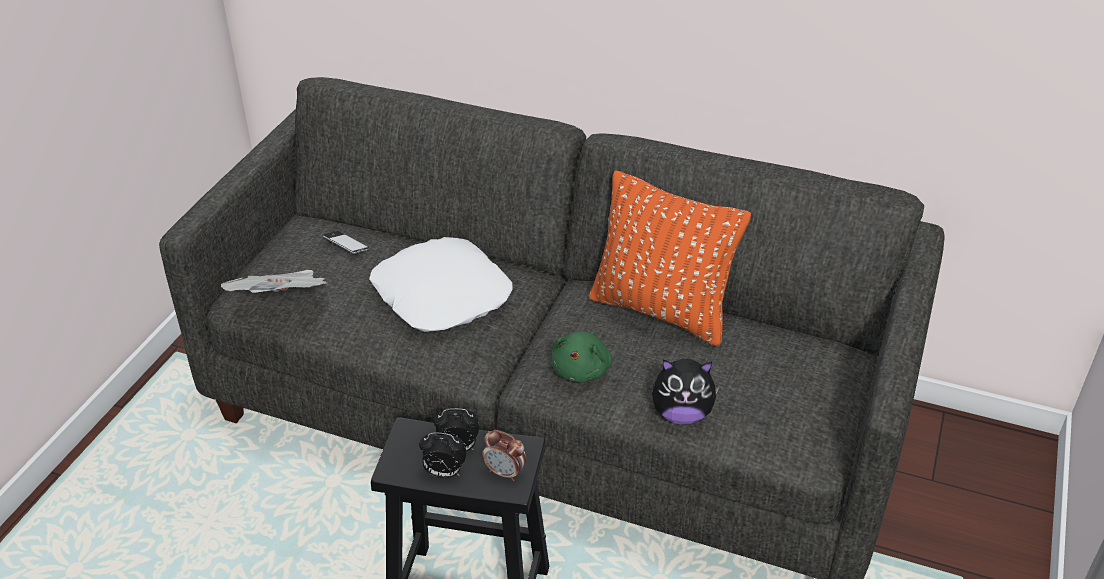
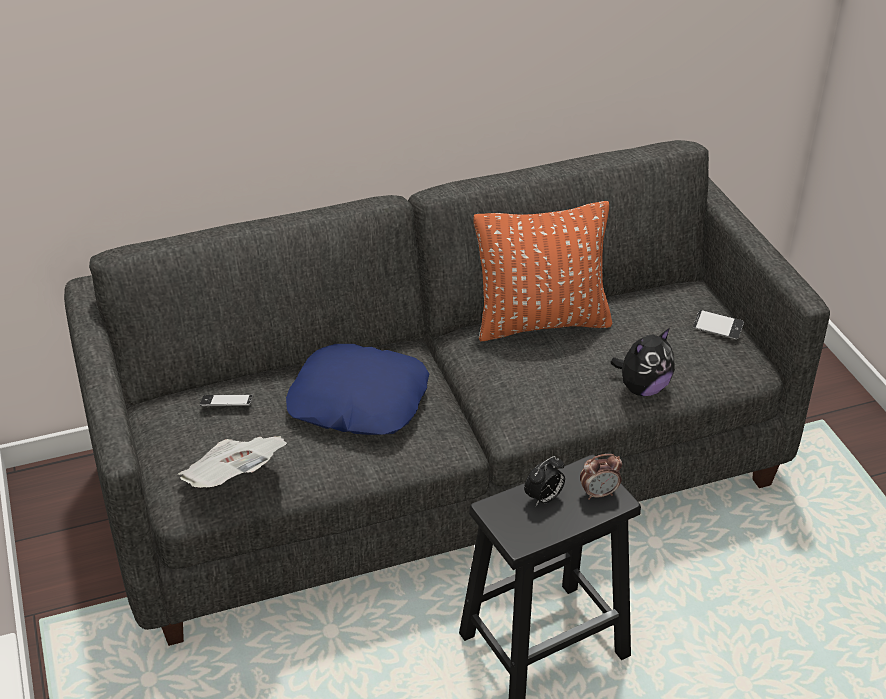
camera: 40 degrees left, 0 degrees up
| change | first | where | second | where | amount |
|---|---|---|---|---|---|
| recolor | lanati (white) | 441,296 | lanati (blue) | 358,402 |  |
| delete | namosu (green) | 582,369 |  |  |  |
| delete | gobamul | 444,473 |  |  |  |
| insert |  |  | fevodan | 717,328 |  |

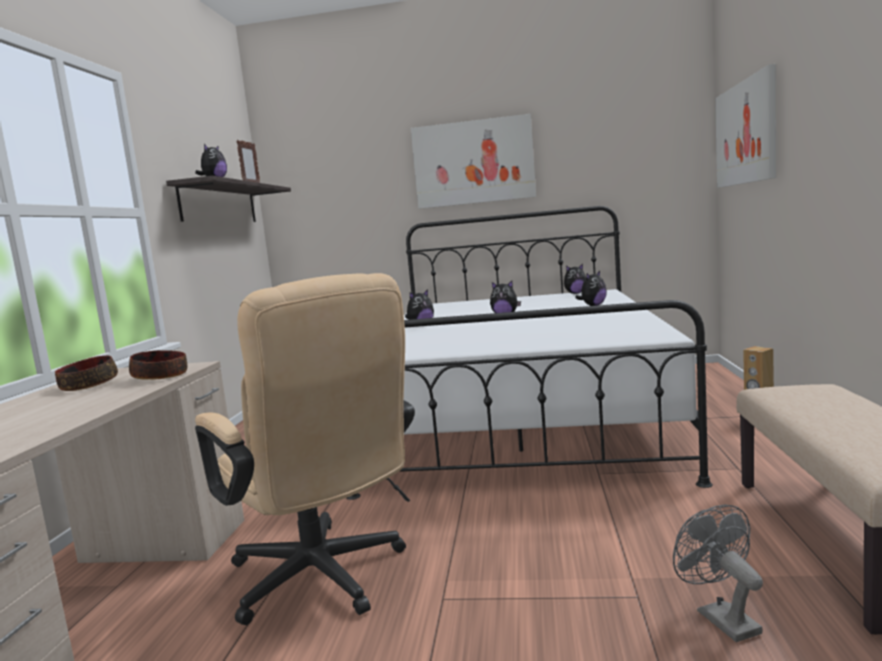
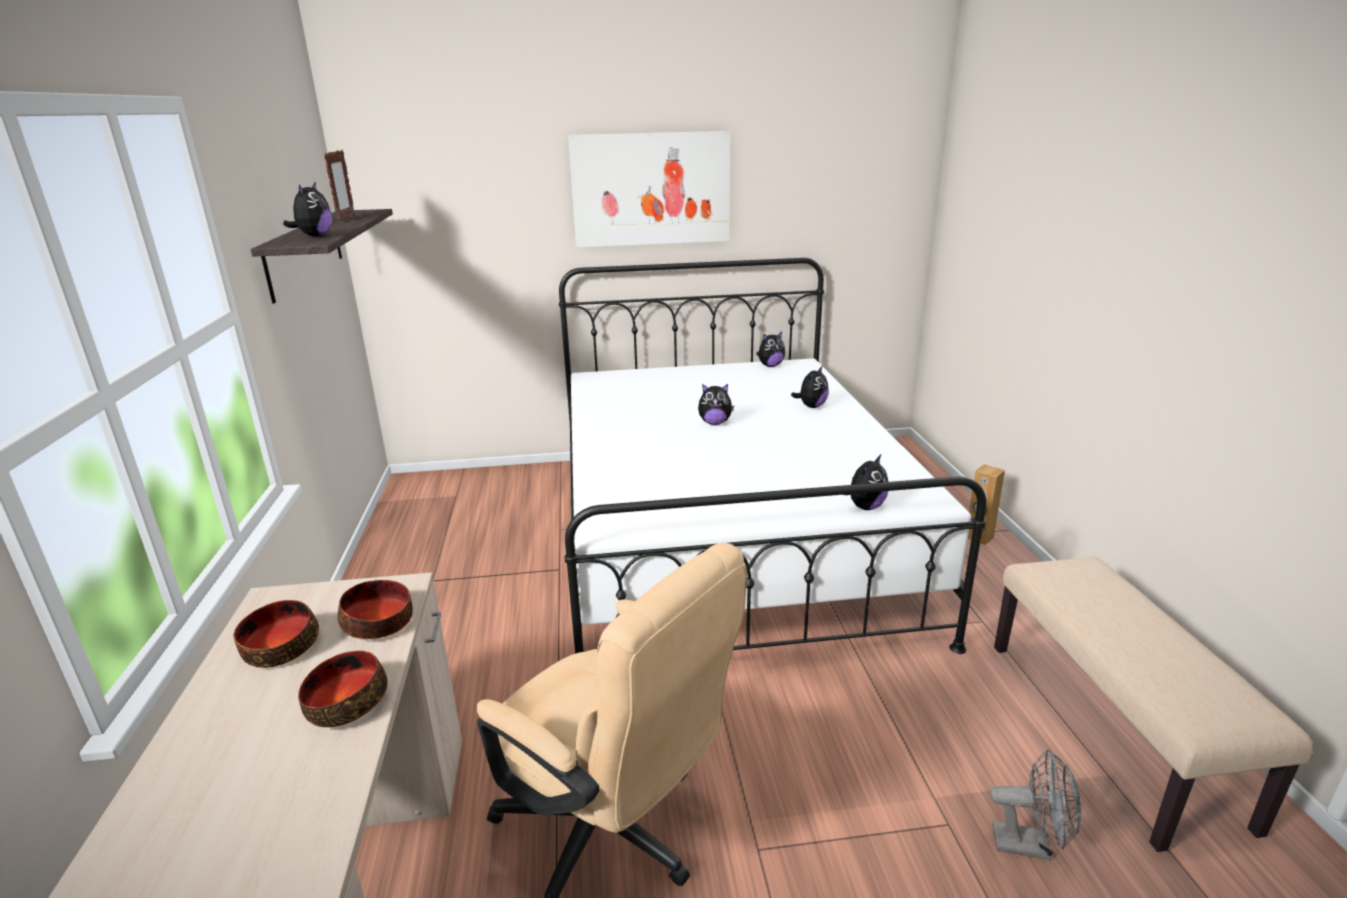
camera: 15 degrees left, 15 degrees up
| change | first | where | second | where | amount |
|---|---|---|---|---|---|
| delete | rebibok | 745,133 |  |  |  |
| move | namosu | 420,326 |  | 864,507 |  |
| rotate | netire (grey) | 720,617 |  | 1030,844 | 135 degrees clockwise |
| insert |  |  | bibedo | 347,702 |  |

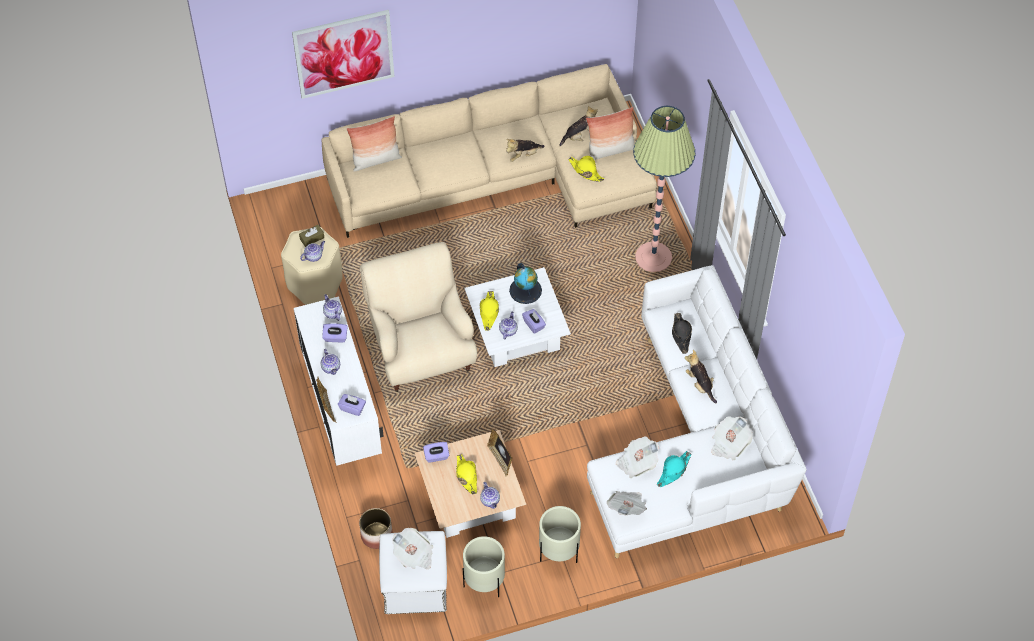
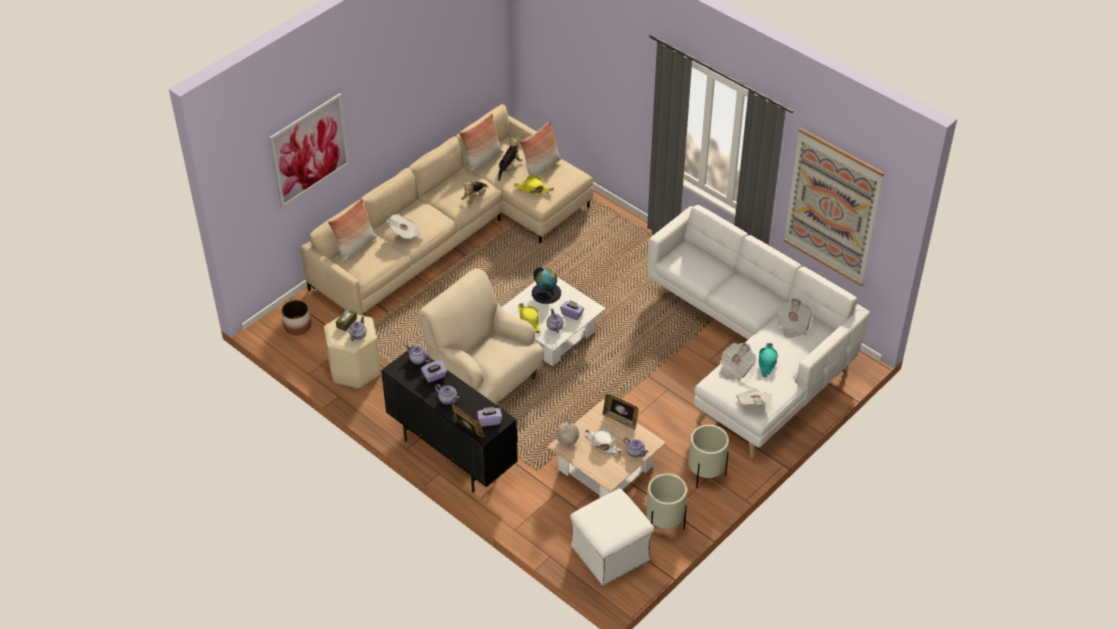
camera: 30 degrees left, 10 degrees down
| change | first | where | second | where | amount |
|---|---|---|---|---|---|
| delete | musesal | 653,257 |  |  |  |
| recolor | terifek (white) | 342,413 | terifek (black) | 452,455 |  |
| delete | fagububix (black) | 681,335 |  |  |  |
| delete | namosu | 700,384 |  |  |  |
| replace | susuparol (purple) | 436,456 | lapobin | 567,440 |  |
| recolor | fagububix (yellow) | 466,476 | fagububix (white) | 602,443 |  |
| move | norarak | 376,535 |  | 297,326 |  |
| move | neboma | 414,555 |  | 406,234 |  |
| insert |  |  | lanati | 483,160 |  |
| insert |  |  | rebibok | 832,207 |  |

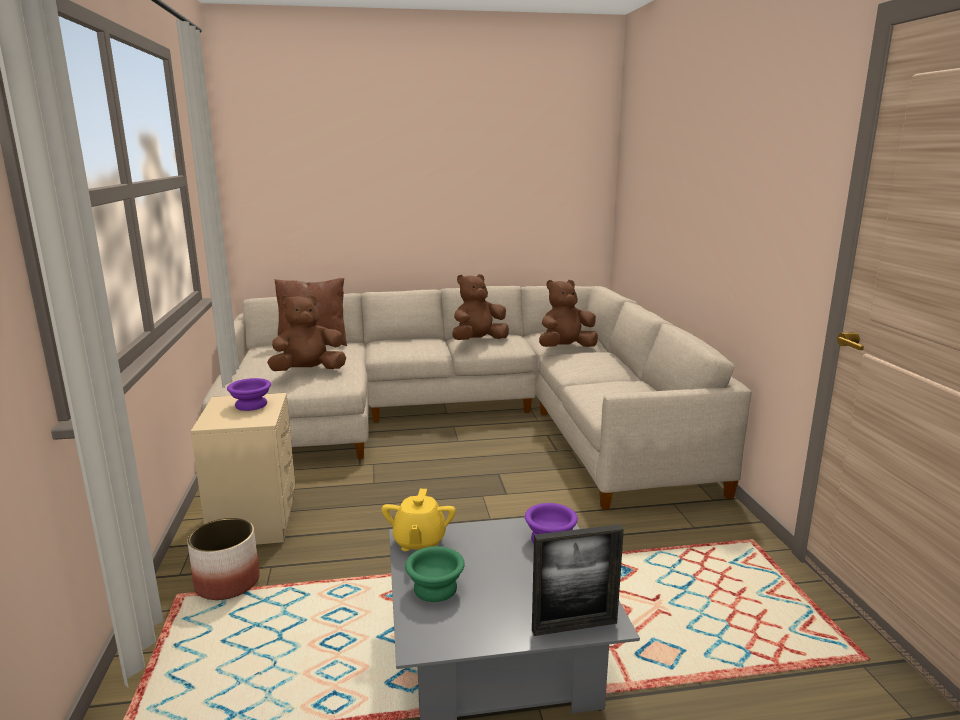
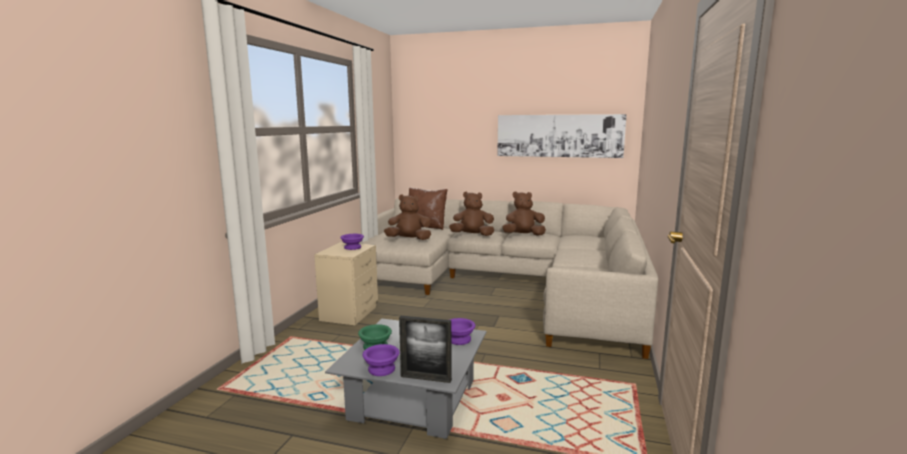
camera: 25 degrees right, 5 degrees down
| change | first | where | second | where | amount |
|---|---|---|---|---|---|
| move | namosu (brown) | 566,348 |  | 472,235 |  |
| delete | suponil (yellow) | 419,542 |  |  |  |
| delete | norarak | 228,583 |  |  |  |
| insert |  |  | rebibok | 559,136 |  |
| insert |  |  | bibedo (purple) | 381,369 |  |

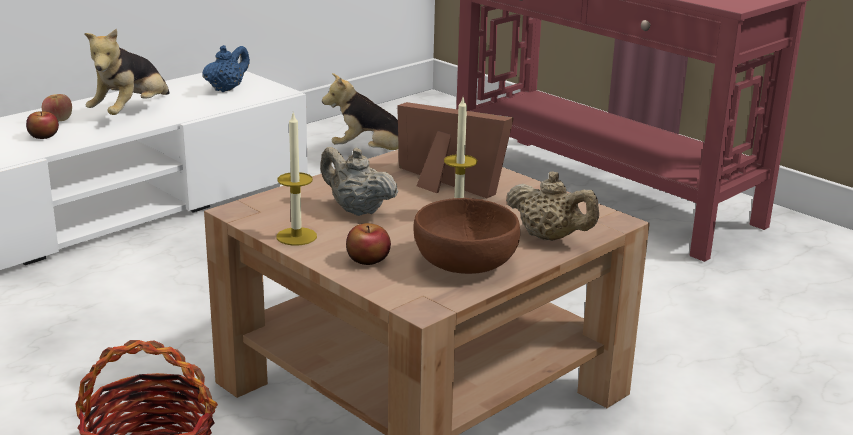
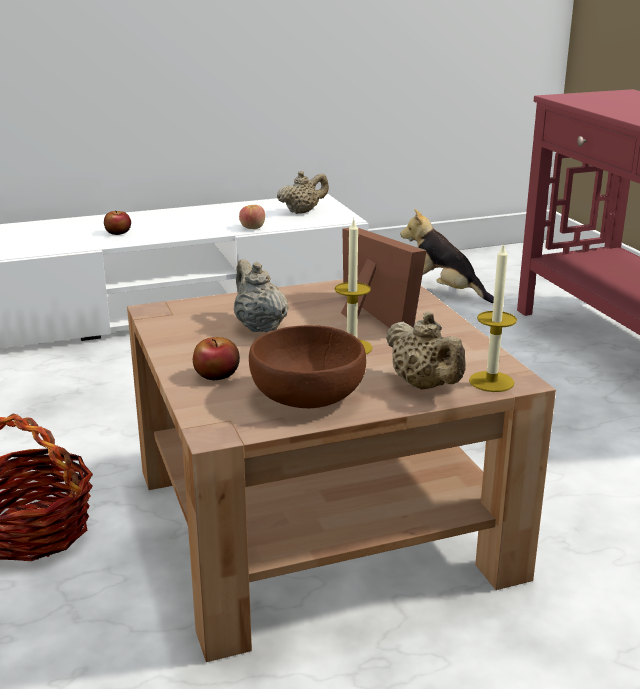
camera: 25 degrees right, 0 degrees up
| change | first | where | second | where | amount |
|---|---|---|---|---|---|
| delete | namosu | 131,112 |  |  |  |
| recolor | suponil (blue) | 227,89 | suponil (beige) | 302,211 |  |
| move | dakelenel | 58,120 |  | 252,228 |  |
| move | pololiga | 296,236 |  | 491,381 |  |

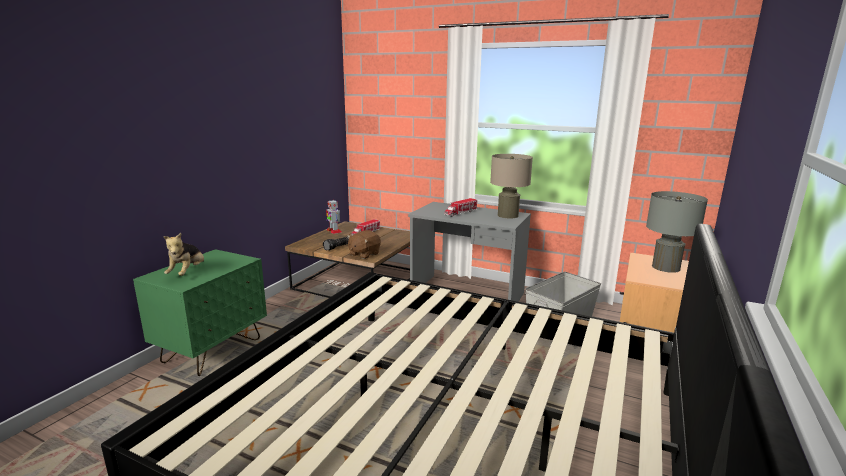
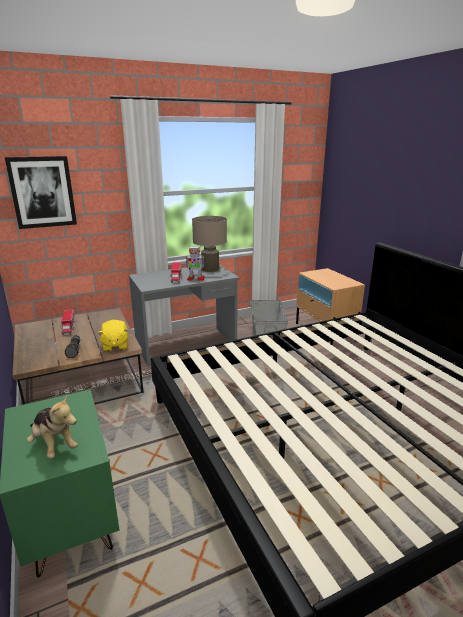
camera: 50 degrees left, 5 degrees up
| change | first | where | second | where | amount |
|---|---|---|---|---|---|
| delete | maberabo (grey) | 665,267 |  |  |  |
| move | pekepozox | 333,231 |  | 195,279 |  |
| recolor | namosu (brown) | 364,254 | namosu (yellow) | 115,346 |  |
| insert |  |  | rebibok | 42,192 |  |

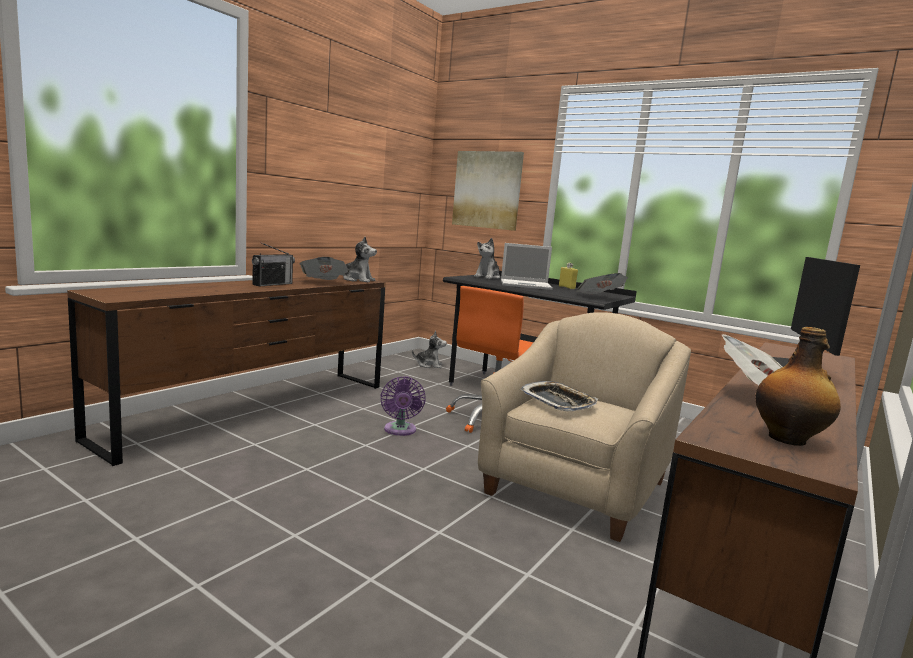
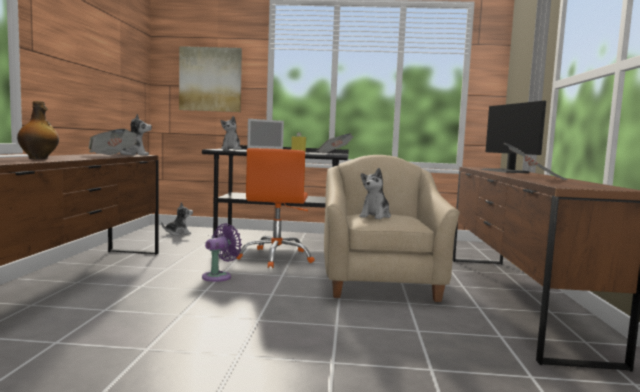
camera: 30 degrees left, 5 degrees down
| change | first | where | second | where | amount |
|---|---|---|---|---|---|
| delete | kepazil | 272,284 |  |  |  |
| move | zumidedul | 788,439 |  | 39,158 |  |
| rotate | netire (purple) | 400,431 |  | 219,276 | 105 degrees counterclockwise |
| replace | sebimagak | 558,401 | namosu | 375,216 |  |

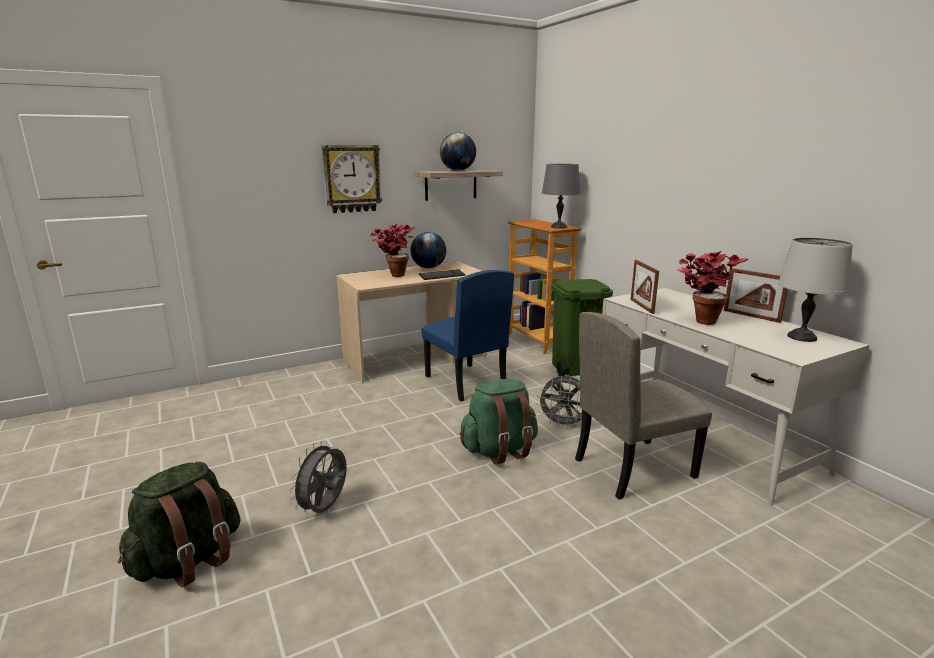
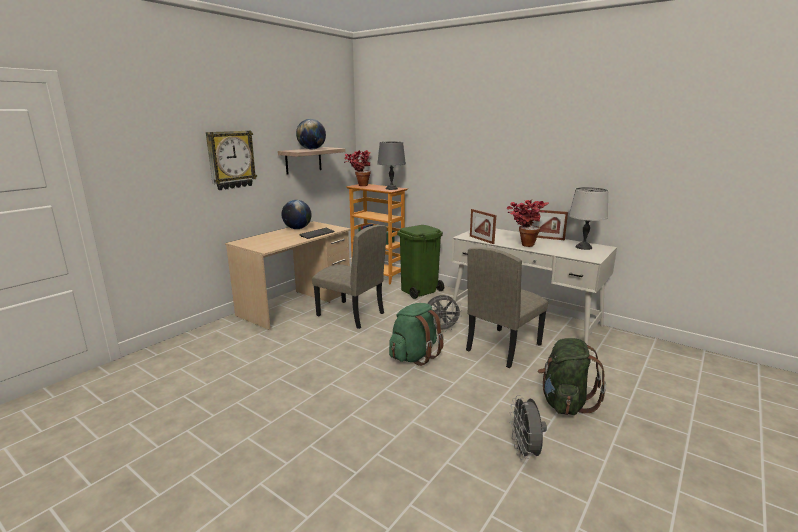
camera: 25 degrees left, 0 degrees up
| change | first | where | second | where | amount |
|---|---|---|---|---|---|
| move | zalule | 393,274 |  | 359,185 |  |
| recolor | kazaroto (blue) | 465,382 | kazaroto (beige) | 350,314 |  |
| move | netire (grey) | 325,509 |  | 525,452 |  |
| move | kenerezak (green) | 189,560 |  | 564,403 |  |

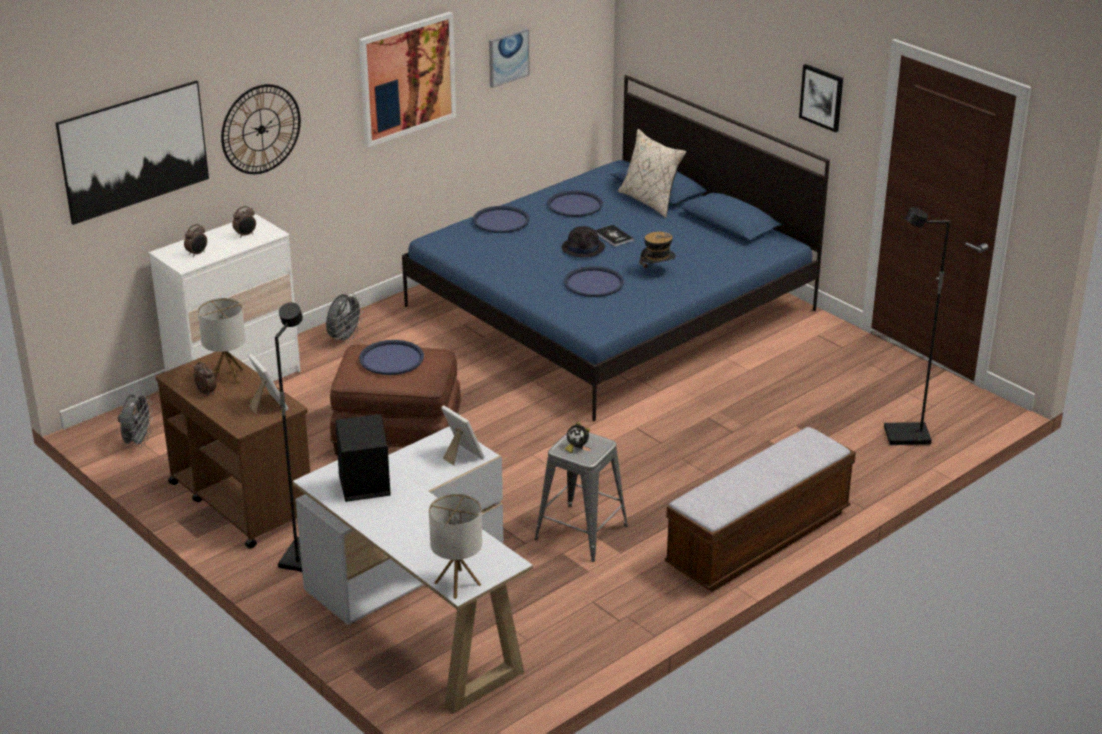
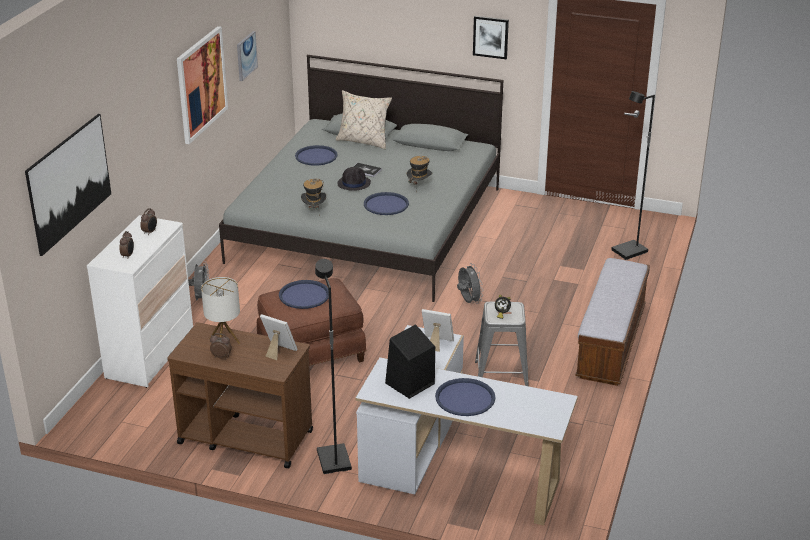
camera: 30 degrees left, 0 degrees up
| change | first | where | second | where | amount |
|---|---|---|---|---|---|
| recolor | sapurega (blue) | 610,308 | sapurega (grey) | 367,224 |  |
| delete | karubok | 261,129 |  |  |  |
| move | sebimagak (blue) | 501,221 |  | 465,398 |  |
| move | netire (grey) | 138,442 |  | 468,301 |  |
| delete | maberabo | 457,584 |  |  |  |
| insert |  |  | fagububix | 314,210 |  |

